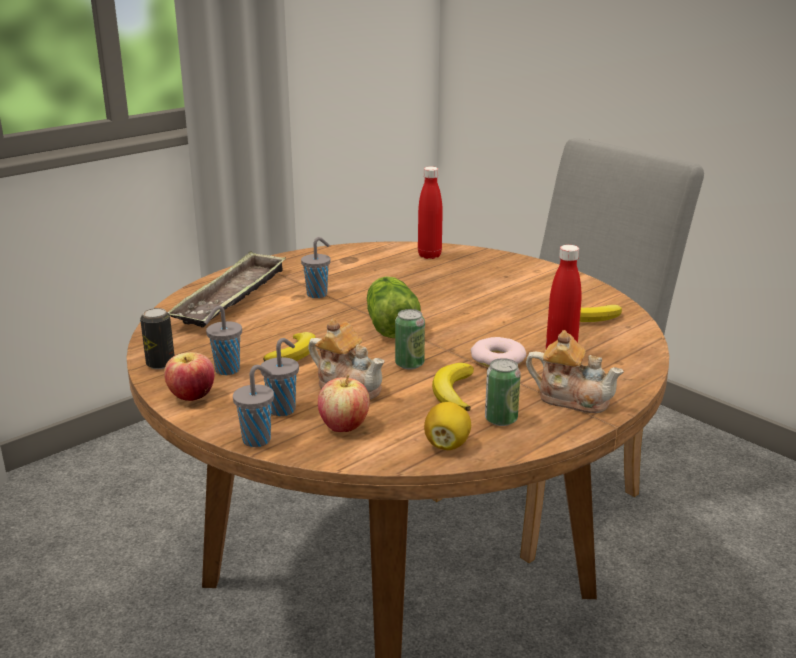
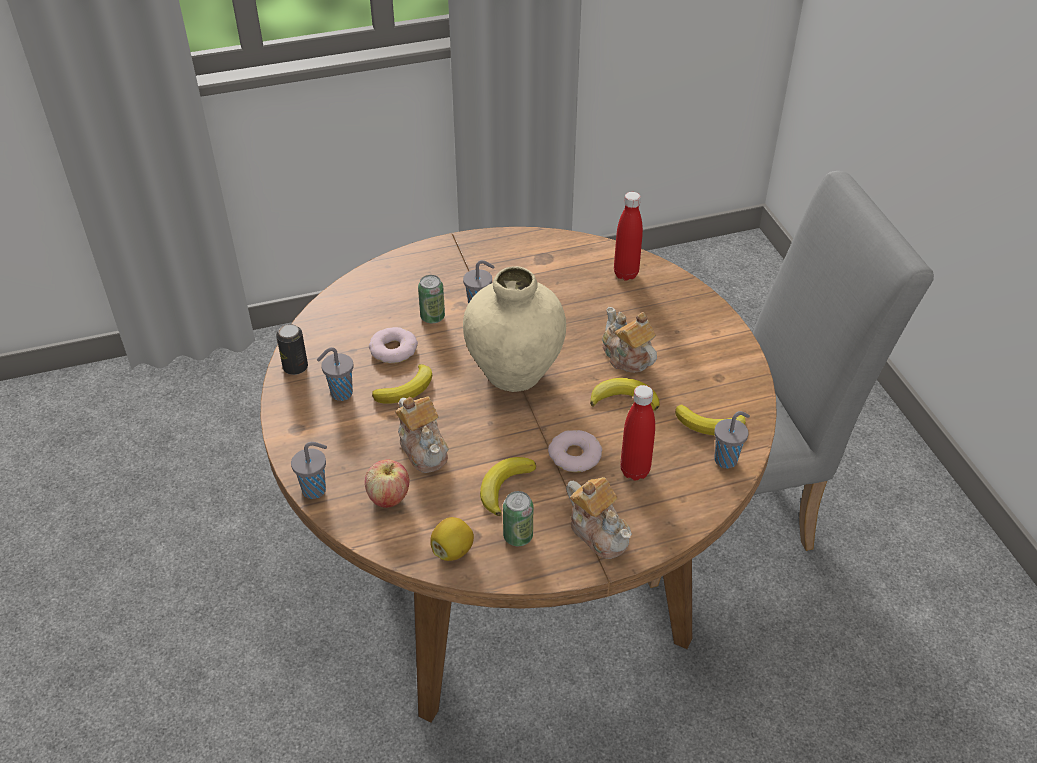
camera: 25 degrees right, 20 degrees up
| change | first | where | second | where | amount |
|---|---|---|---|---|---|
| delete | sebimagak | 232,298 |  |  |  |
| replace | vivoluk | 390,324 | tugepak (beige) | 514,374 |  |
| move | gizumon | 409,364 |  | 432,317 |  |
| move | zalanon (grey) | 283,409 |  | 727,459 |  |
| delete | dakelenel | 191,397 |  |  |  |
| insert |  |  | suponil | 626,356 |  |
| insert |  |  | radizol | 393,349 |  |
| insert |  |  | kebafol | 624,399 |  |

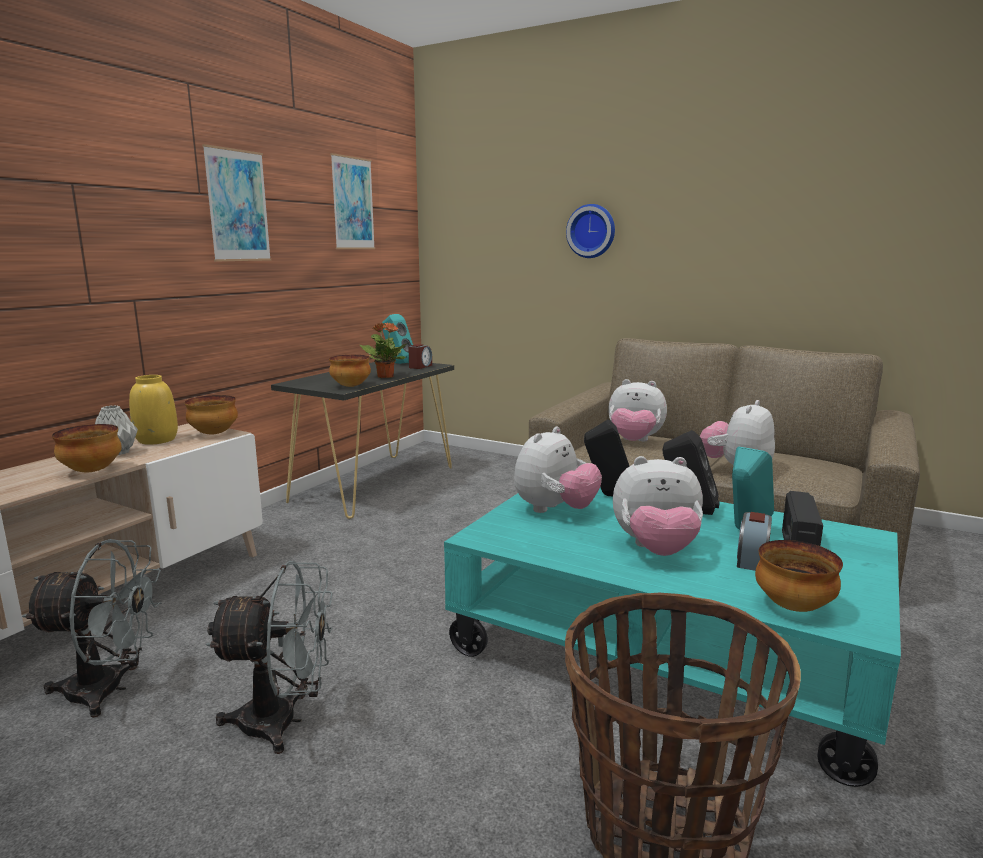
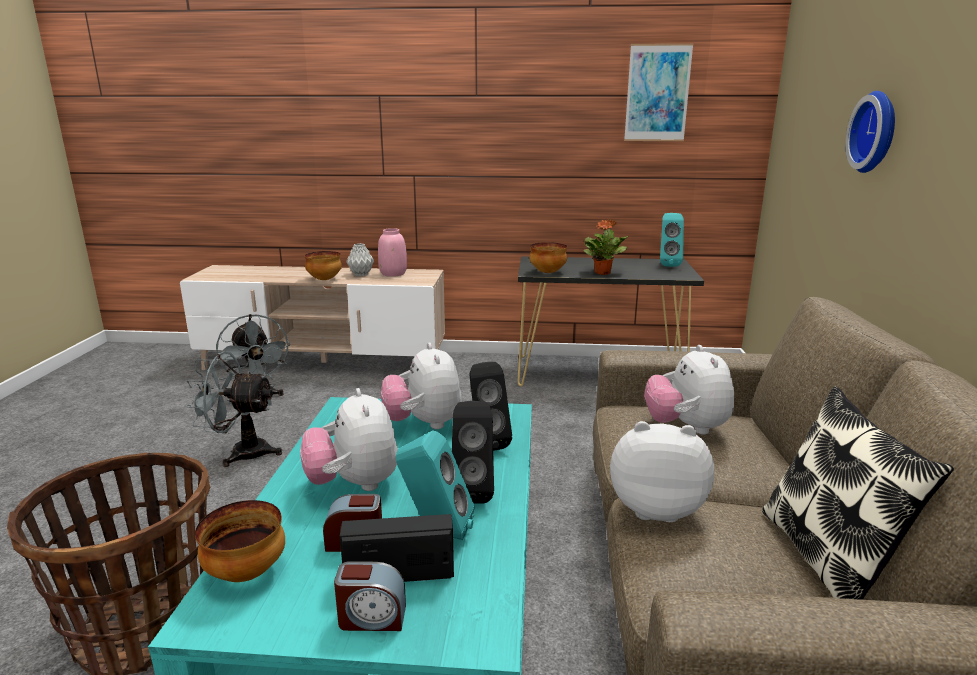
camera: 65 degrees right, 5 degrees up
| change | first | where | second | where | amount |
|---|---|---|---|---|---|
| delete | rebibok | 238,206 |  |  |  |
| move | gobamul | 420,366 |  | 372,618 |  |
| recolor | tugepak (yellow) | 157,440 | tugepak (pink) | 393,274 |  |
| delete | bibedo | 213,434 |  |  |  |
| rotate | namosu | 555,510 |  | 424,424 | 60 degrees clockwise |
| rotate | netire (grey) | 284,722 |  | 241,452 | 120 degrees clockwise |
| insert |  |  | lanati | 827,558 |  |

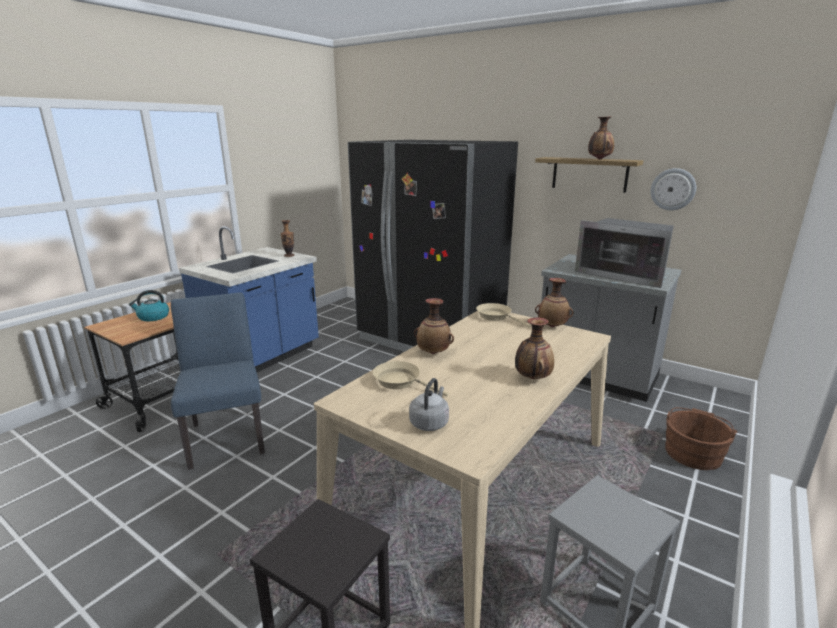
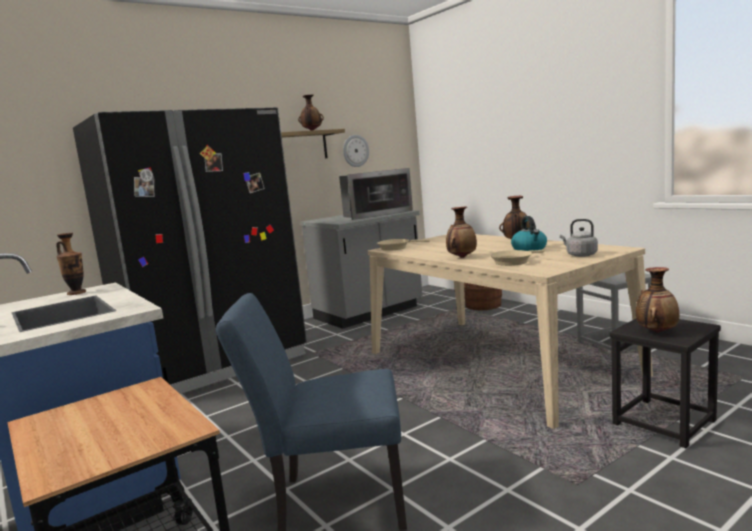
camera: 70 degrees left, 10 degrees down
| change | first | where | second | where | amount |
|---|---|---|---|---|---|
| move | tugepak | 552,326 |  | 656,332 |  |
| move | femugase | 153,317 |  | 529,249 |  |

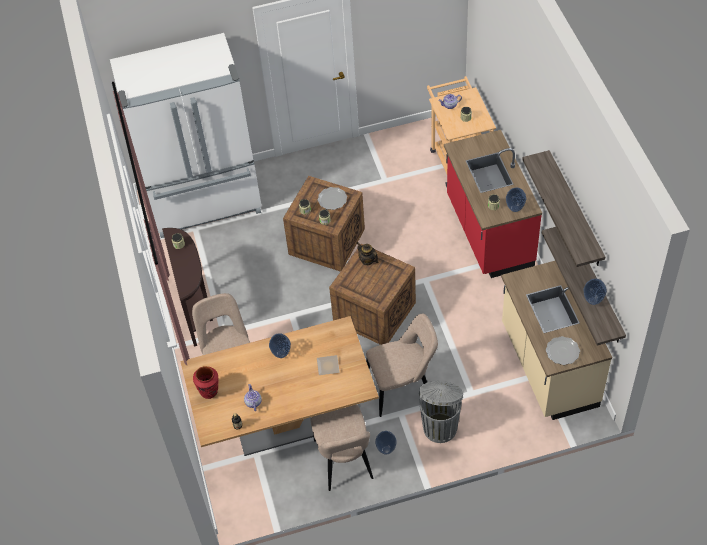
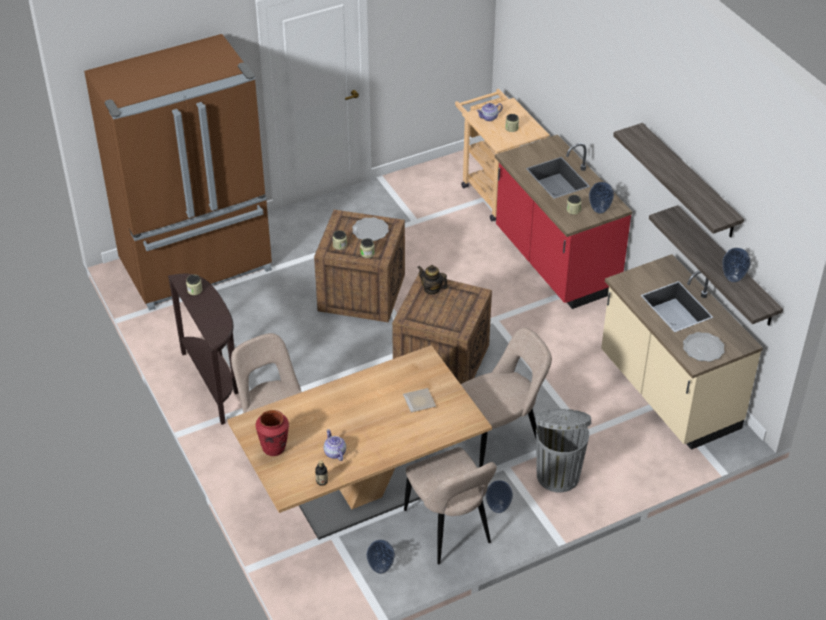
camera: 15 degrees left, 10 degrees down
| change | first | where | second | where | amount |
|---|---|---|---|---|---|
| recolor | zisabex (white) | 205,202 | zisabex (brown) | 197,266 |  |
| move | tugepak | 281,354 |  | 381,568 |  |

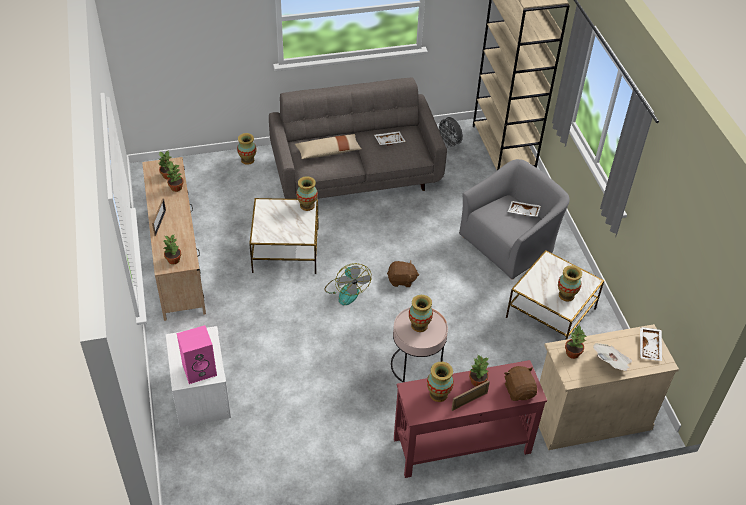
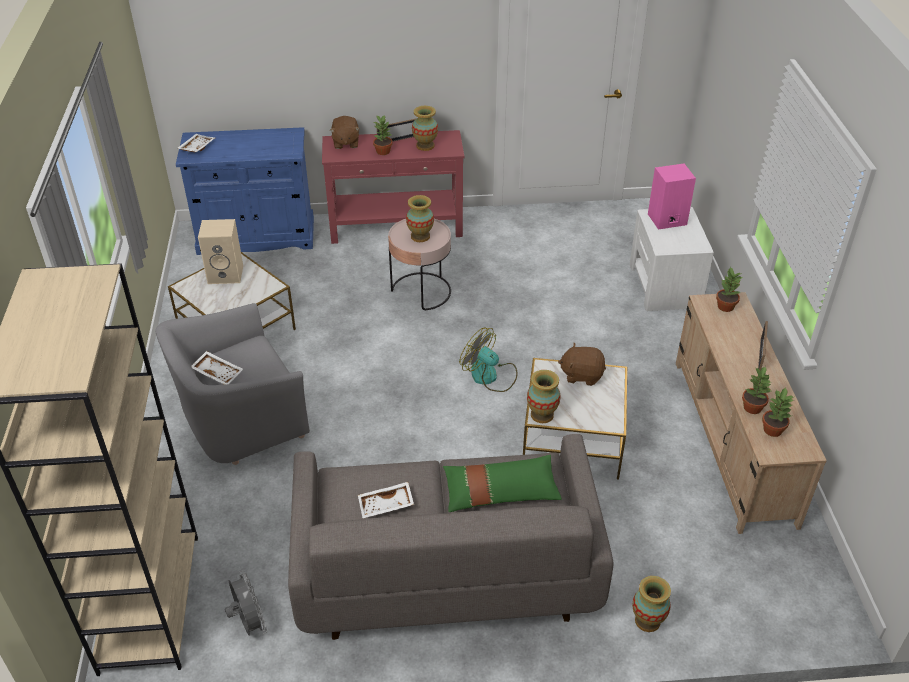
camera: 170 degrees left, 5 degrees down
| change | first | where | second | where | amount |
|---|---|---|---|---|---|
| recolor | lanati (beige) | 328,152 | lanati (green) | 500,491 |  |
| move | namosu (brown) | 401,280 |  | 582,375 |  |
| rotate | netire | 346,290 |  | 490,376 | 45 degrees counterclockwise |
| replace | tugepak | 566,295 | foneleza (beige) | 226,274 |  |
| recolor | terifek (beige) | 590,417 | terifek (blue) | 256,236 |  |
| delete | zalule | 572,353 |  |  |  |
| delete | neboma | 611,363 |  |  |  |

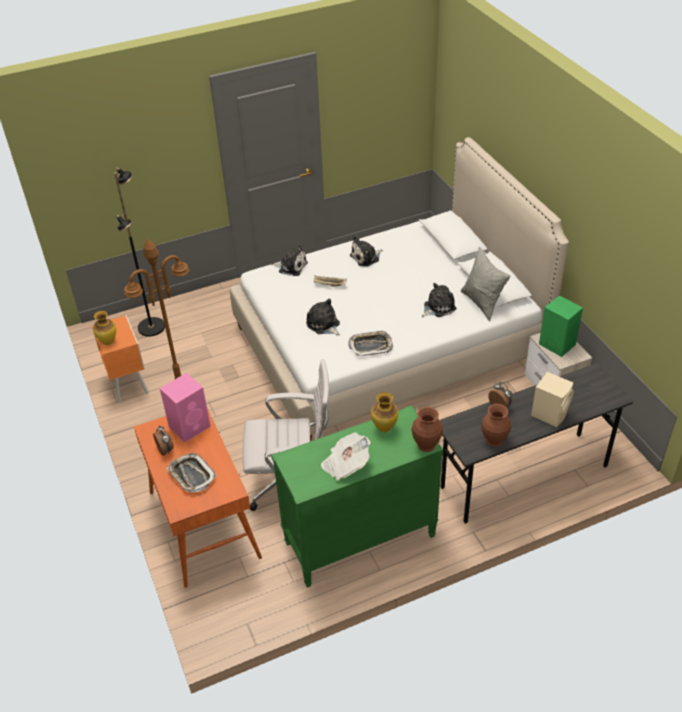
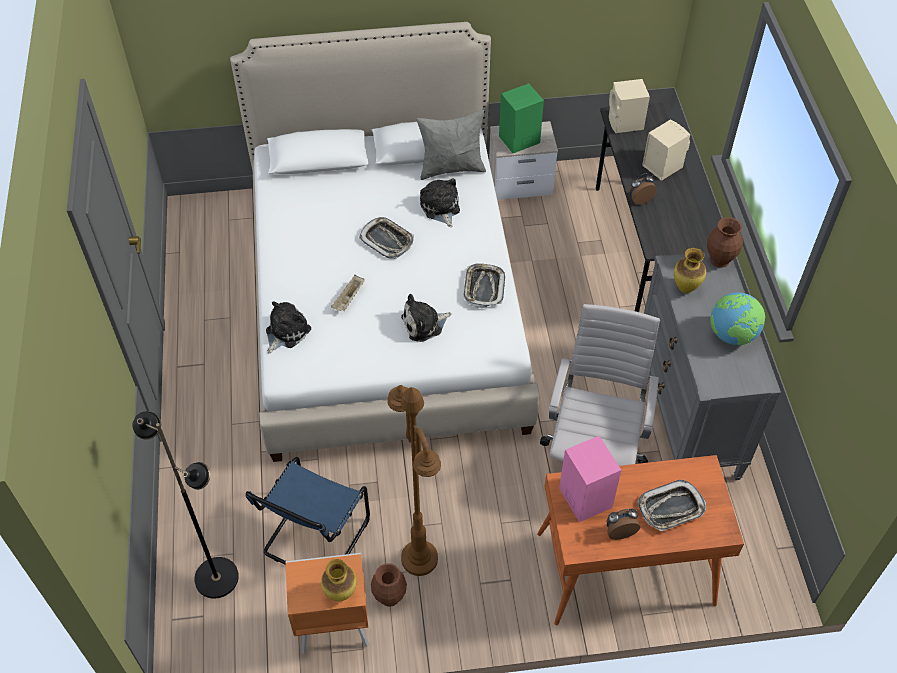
camera: 75 degrees left, 10 degrees up
| change | first | where | second | where | amount |
|---|---|---|---|---|---|
| delete | namosu | 366,257 |  |  |  |
| move | tugepak (brown) | 494,440 |  | 390,597 |  |
| recolor | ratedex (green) | 359,540 | ratedex (grey) | 687,415 |  |
| replace | neboma | 345,465 | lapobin | 732,335 |  |
| insert |  |  | foneleza (beige) | 625,123 |  |
| insert |  |  | sebimagak | 387,240 |  |
| insert |  |  | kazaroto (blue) | 314,539 |  |

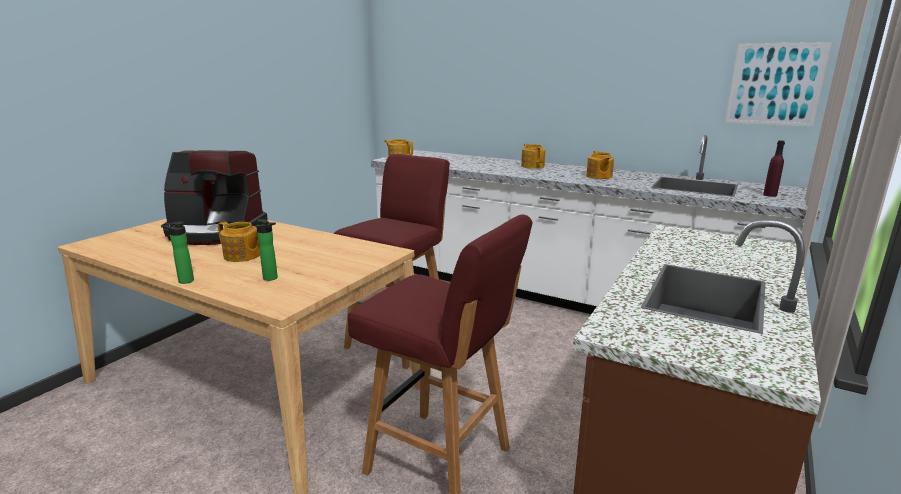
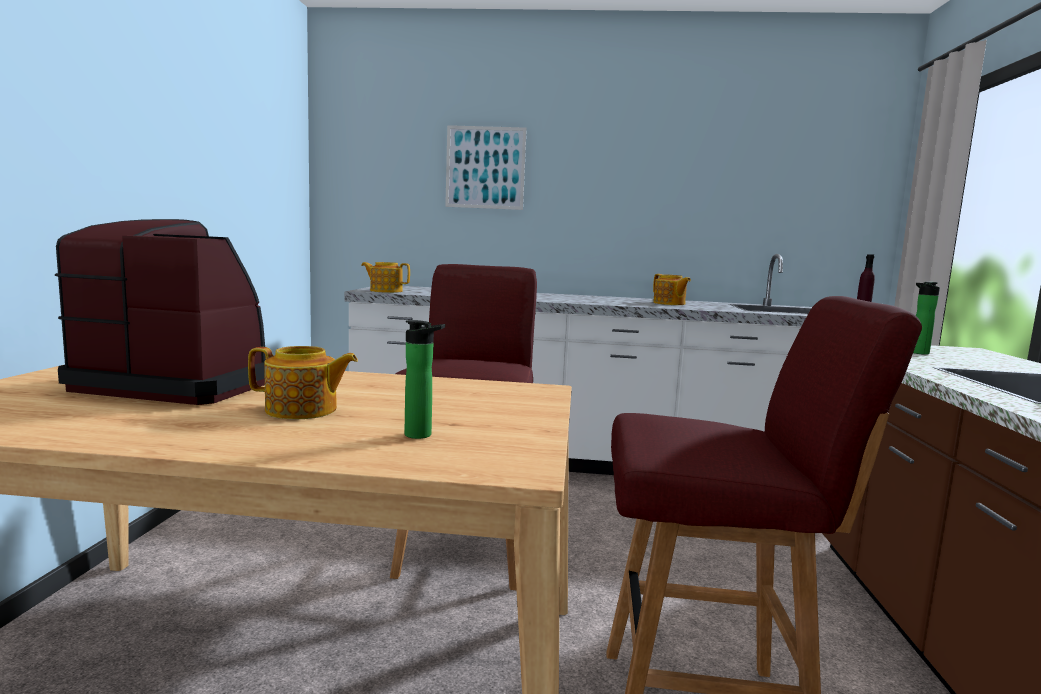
camera: 25 degrees left, 10 degrees down
| change | first | where | second | where | amount |
|---|---|---|---|---|---|
| move | rebibok | 775,84 |  | 485,168 |  |
| delete | suponil | 532,166 |  |  |  |
| rotate | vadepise | 215,231 |  | 181,383 | 150 degrees counterclockwise |
| move | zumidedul | 183,281 |  | 917,353 |  |

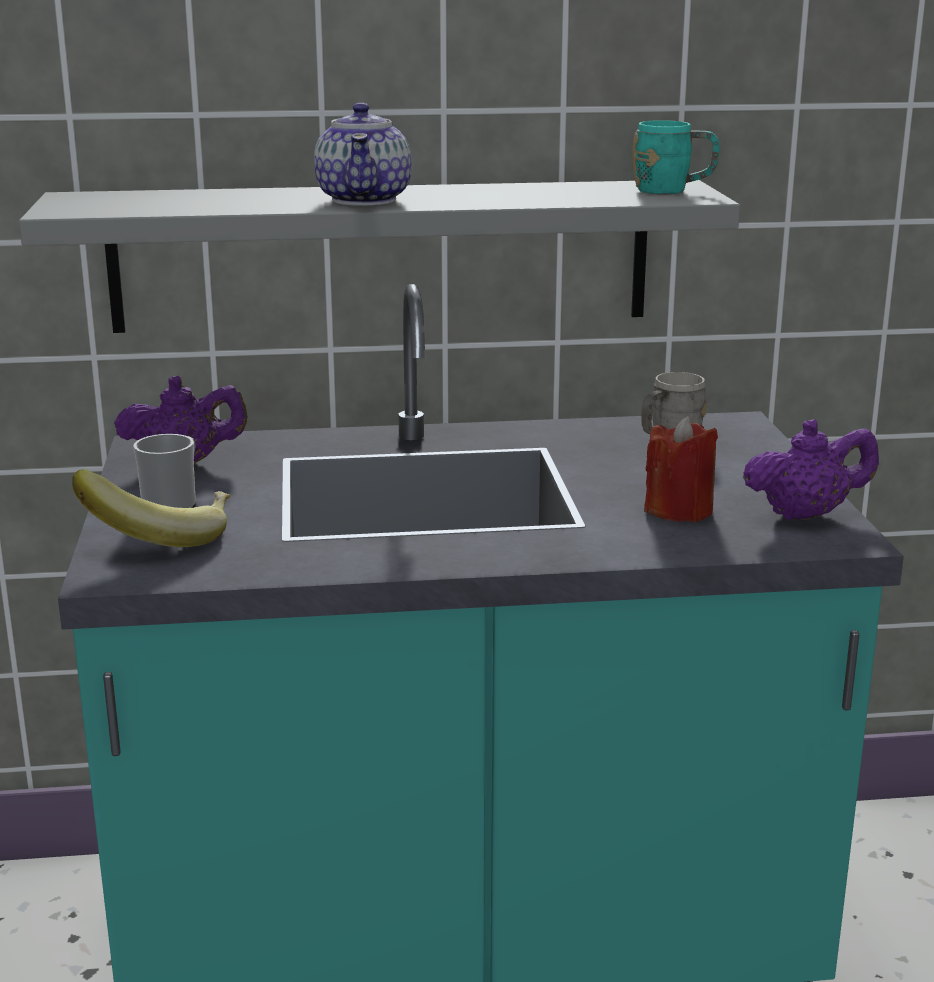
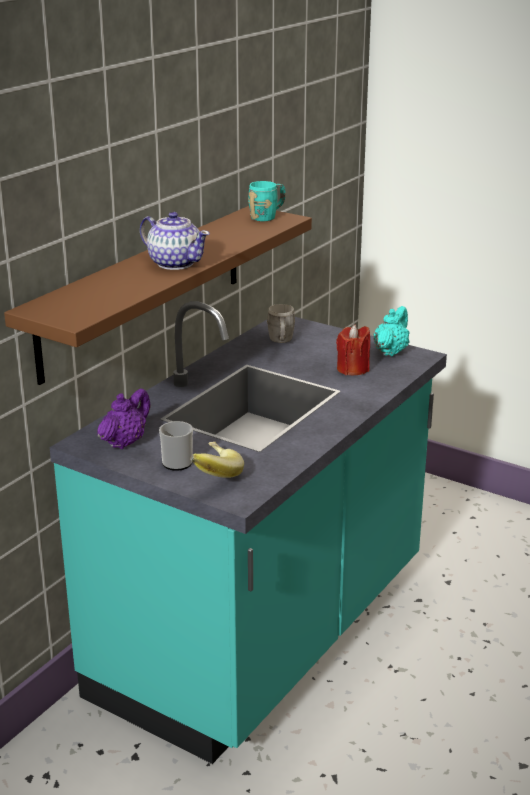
camera: 50 degrees left, 5 degrees up
| change | first | where | second | where | amount |
|---|---|---|---|---|---|
| recolor | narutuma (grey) | 381,255 | narutuma (brown) | 144,290 |  |
| recolor | suponil (purple) | 805,514 | suponil (turquoise) | 391,351 |  |

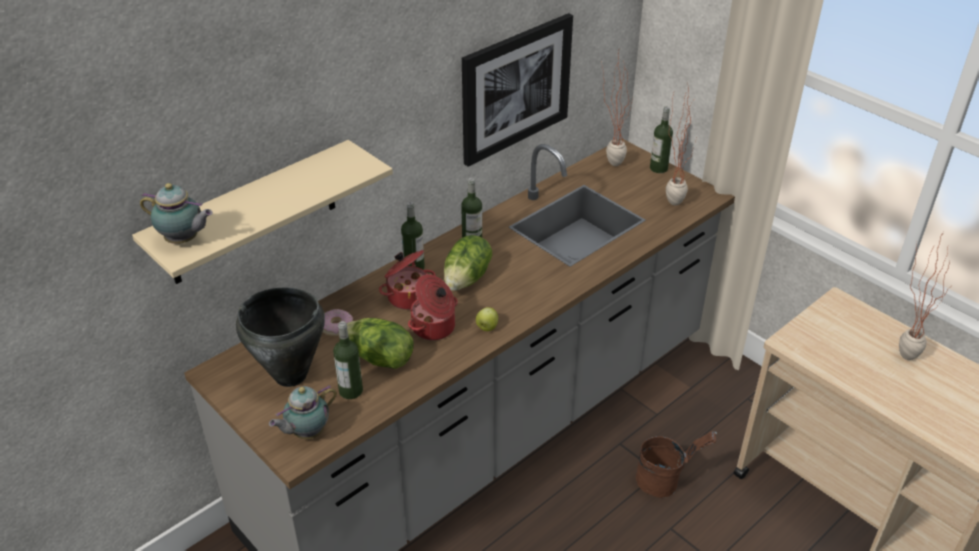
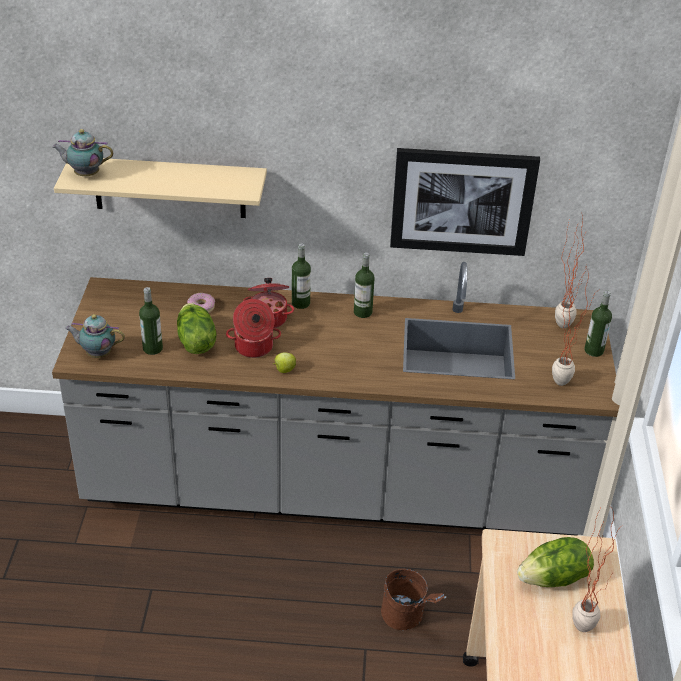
camera: 45 degrees right, 0 degrees up
| change | first | where | second | where | amount |
|---|---|---|---|---|---|
| rotate | suponil | 184,240 |  | 85,174 | 120 degrees clockwise |
| move | vivoluk | 467,278 |  | 554,578 |  |
| delete | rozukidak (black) | 291,376 |  |  |  |

